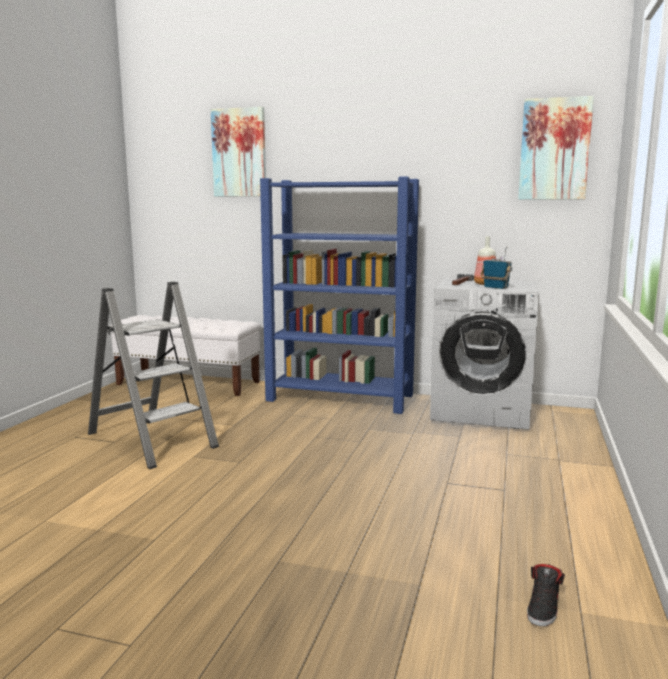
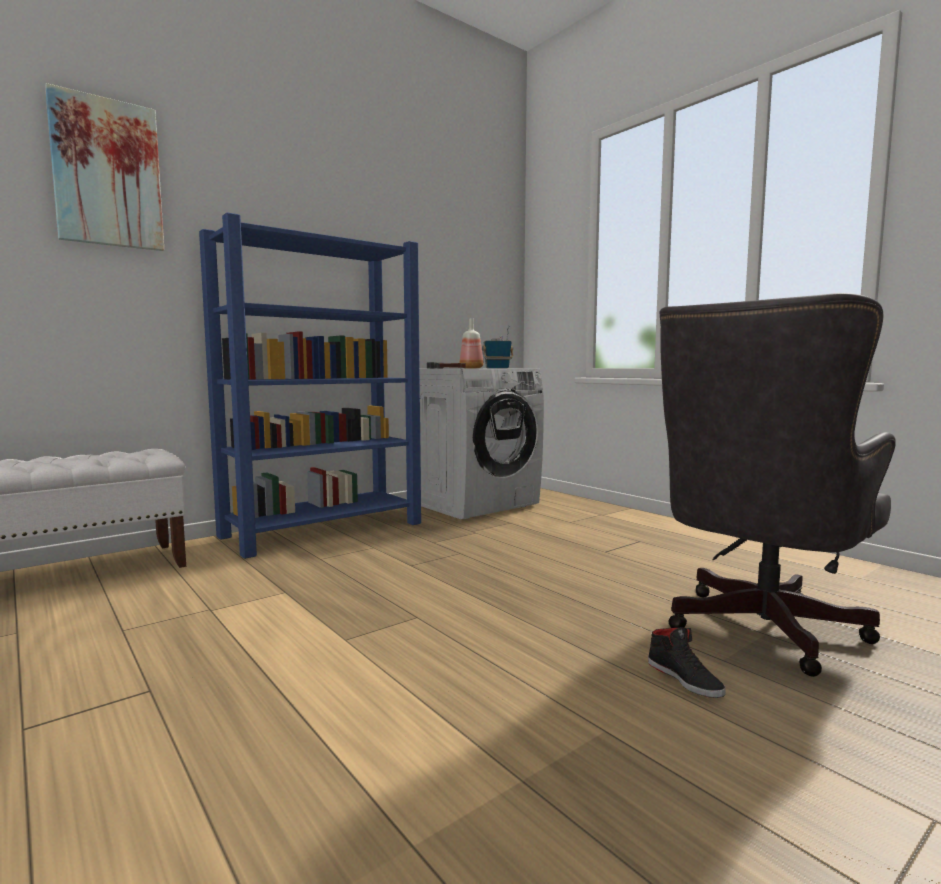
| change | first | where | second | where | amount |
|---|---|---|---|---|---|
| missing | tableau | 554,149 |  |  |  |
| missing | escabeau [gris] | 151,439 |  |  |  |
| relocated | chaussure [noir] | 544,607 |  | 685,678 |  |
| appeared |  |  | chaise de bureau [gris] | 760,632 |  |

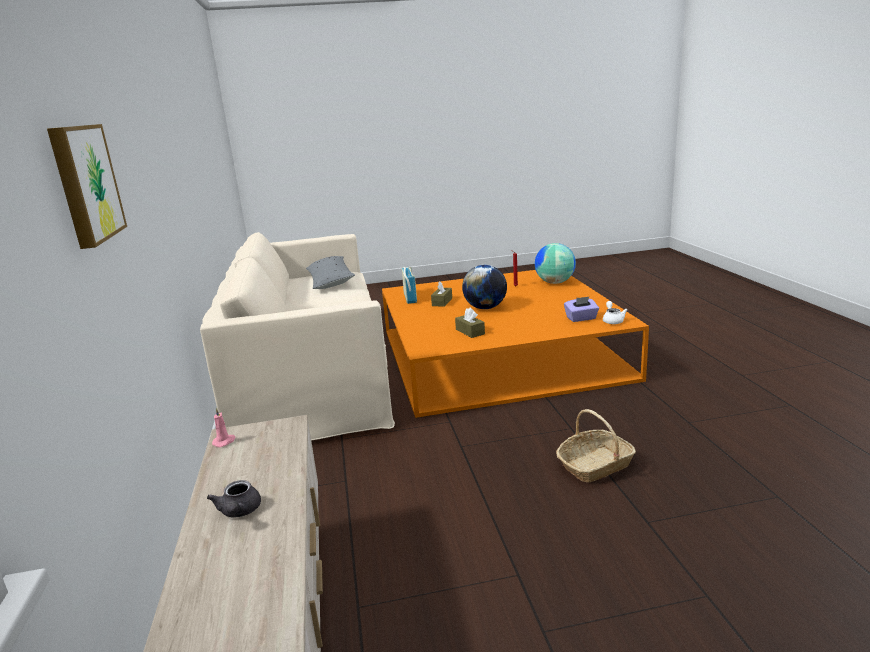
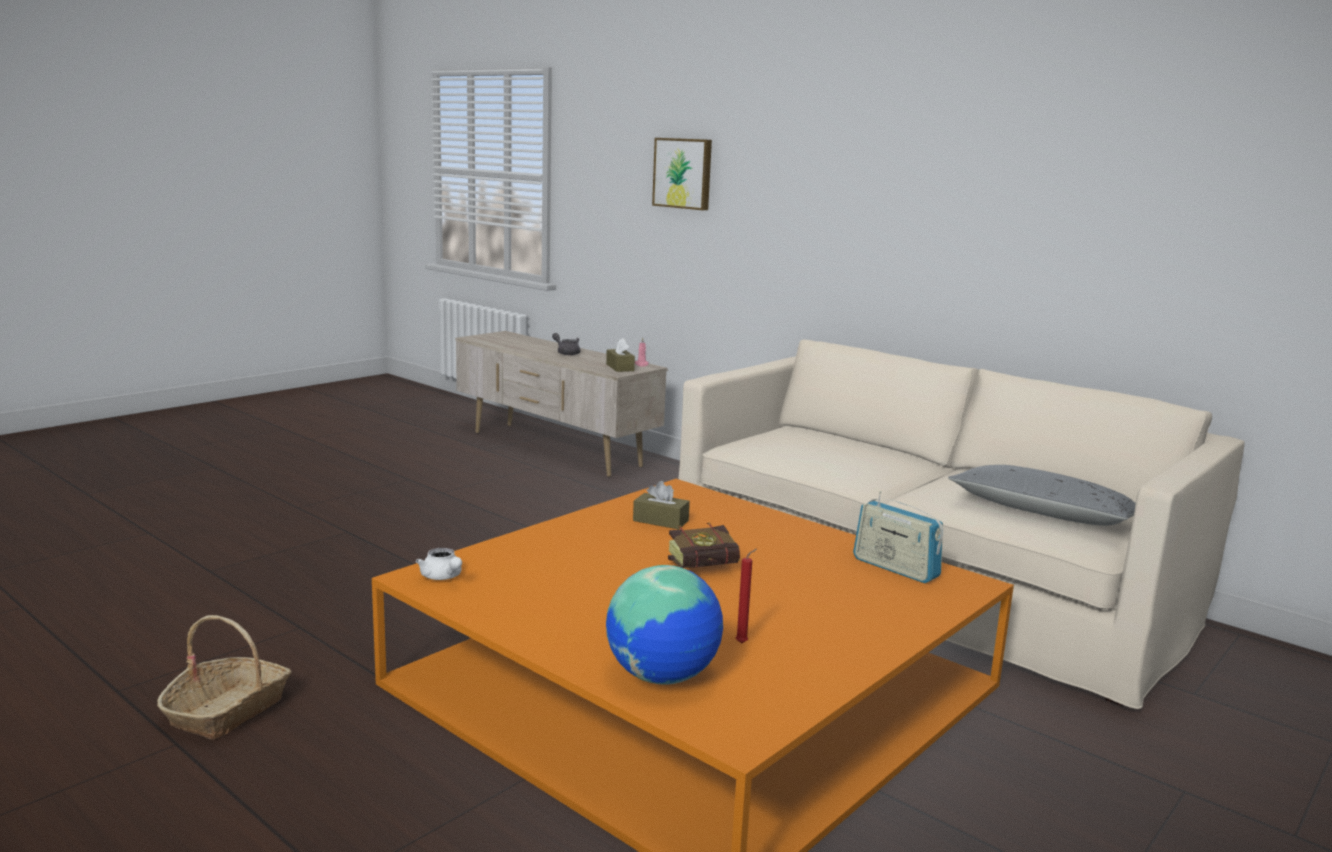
| change | first | where | second | where | amount |
|---|---|---|---|---|---|
| exchanged | globe | 485,308 | livre | 709,568 |  |
| relocated | boîte à mouchoirs [marron] | 442,302 |  | 620,367 |  |
| missing | boîte à mouchoirs [violet] | 581,318 |  |  |  |
| relocated | panier | 595,465 |  | 228,710 |  |

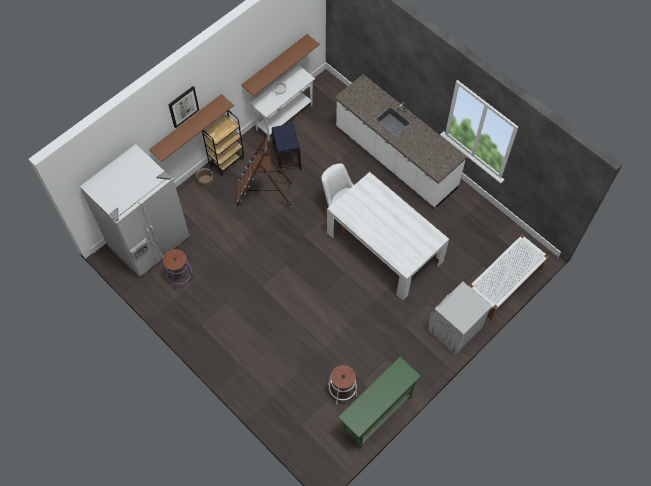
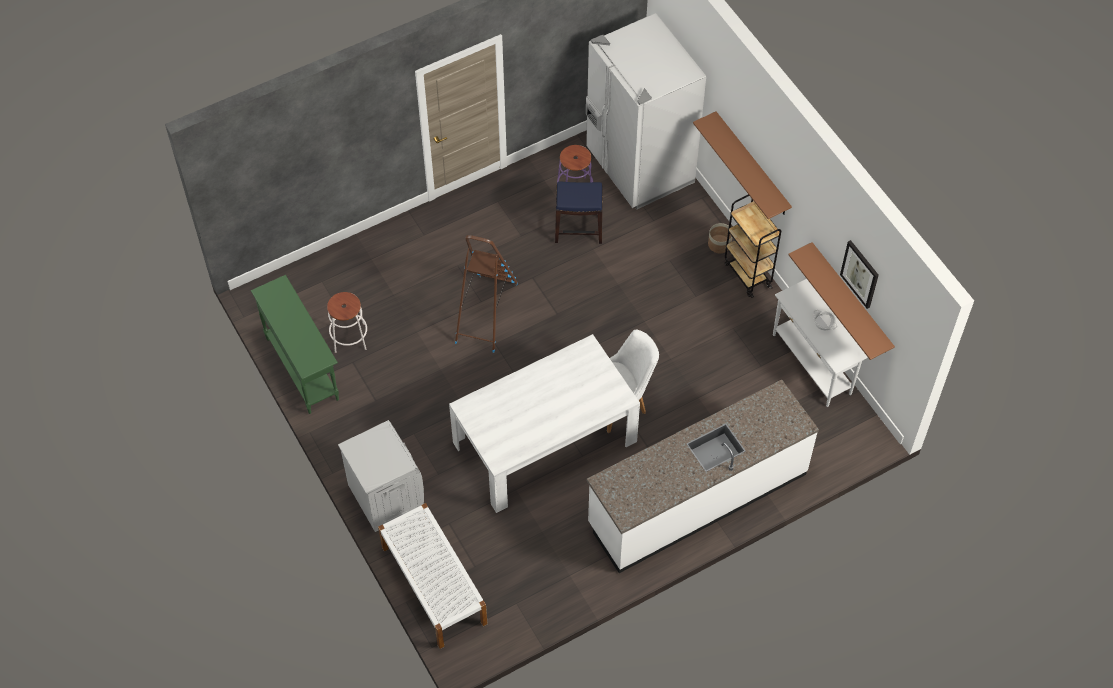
| change | first | where | second | where | amount |
|---|---|---|---|---|---|
| relocated | tableau | 183,106 |  | 860,274 |  |
| relocated | tabouret | 287,158 |  | 578,229 |  |
| relocated | escabeau [marron] | 264,195 |  | 486,312 |  |

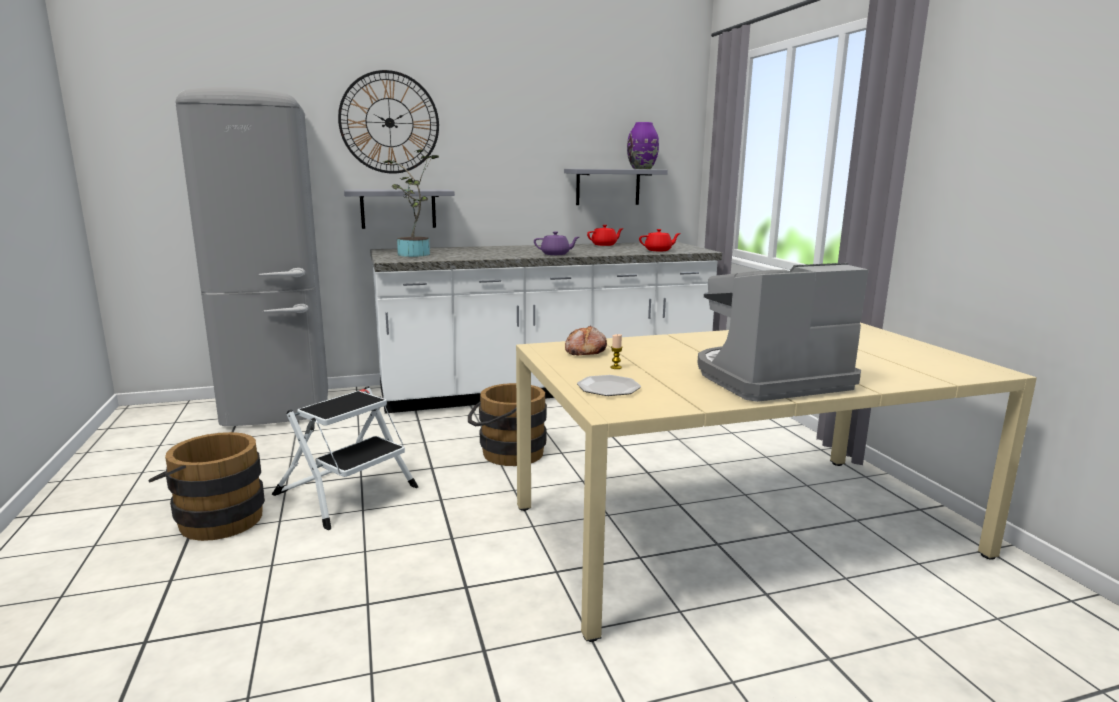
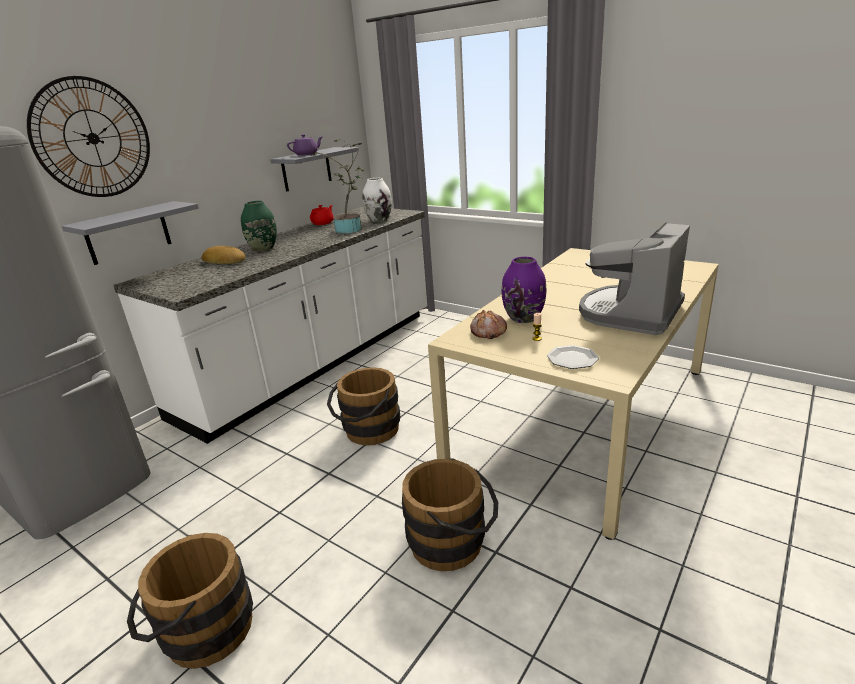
| change | first | where | second | where | amount |
|---|---|---|---|---|---|
| relocated | vase [violet] | 642,169 |  | 524,318 |  |
| relocated | plante en pot | 413,255 |  | 350,230 |  |
| exchanged | théière [rouge] | 658,250 | vase [blanc] | 379,220 |  |
| relocated | théière [violet] | 556,254 |  | 307,154 |  |
| missing | escabeau | 345,492 |  |  |  |
| appeared |  |  | vase [vert] | 263,248 |  |
| appeared |  |  | pain | 225,260 |  |
| appeared |  |  | seau [marron] | 454,542 |  |

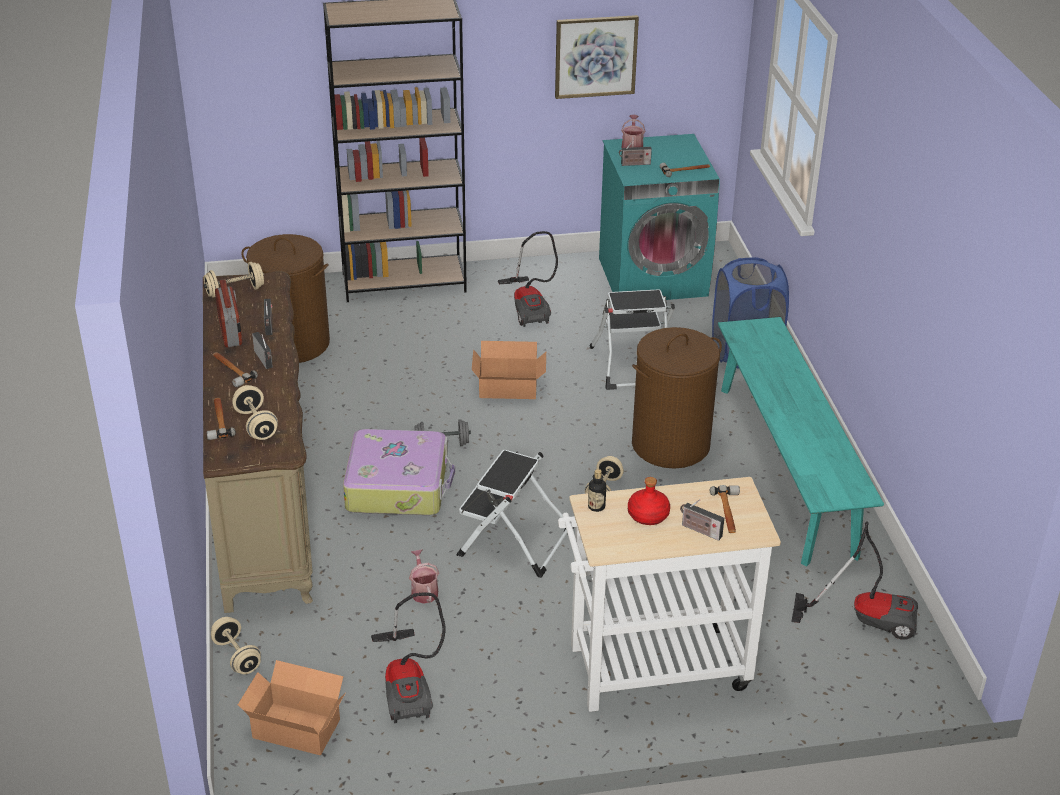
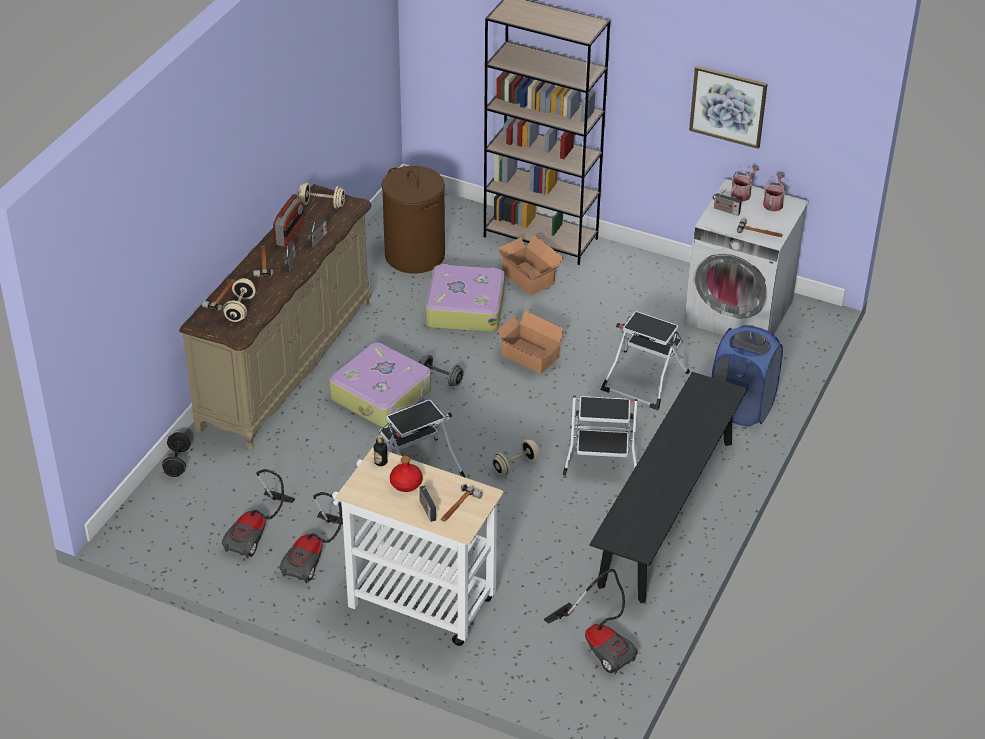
| change | first | where | second | where | amount |
|---|---|---|---|---|---|
| colour | lave-linge [turquoise] | 653,276 | lave-linge [blanc] | 741,312 |  |
| relocated | aspirateur | 530,307 |  | 314,556 |  |
| colour | banc [turquoise] | 785,468 | banc [noir] | 667,512 |  |
| exchanged | panier à linge [marron] | 670,444 | escabeau | 601,453 |  |
| relocated | arrosoir | 423,590 |  | 773,203 |  |
| colour | haltère [beige] | 237,656 | haltère [noir] | 177,462 |  |
| relocated | carton | 296,726 |  | 529,277 |  |
| appeared |  |  | valise | 465,308 |  |

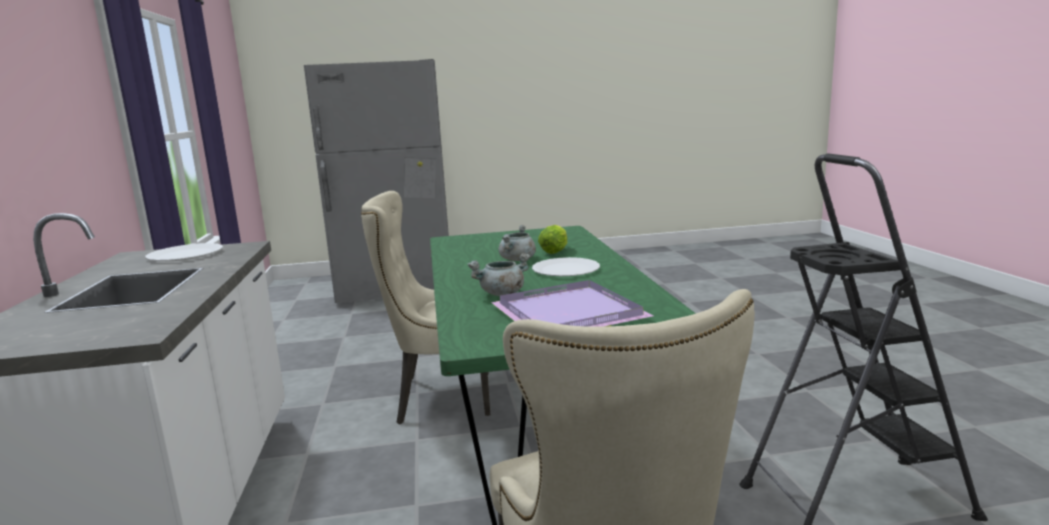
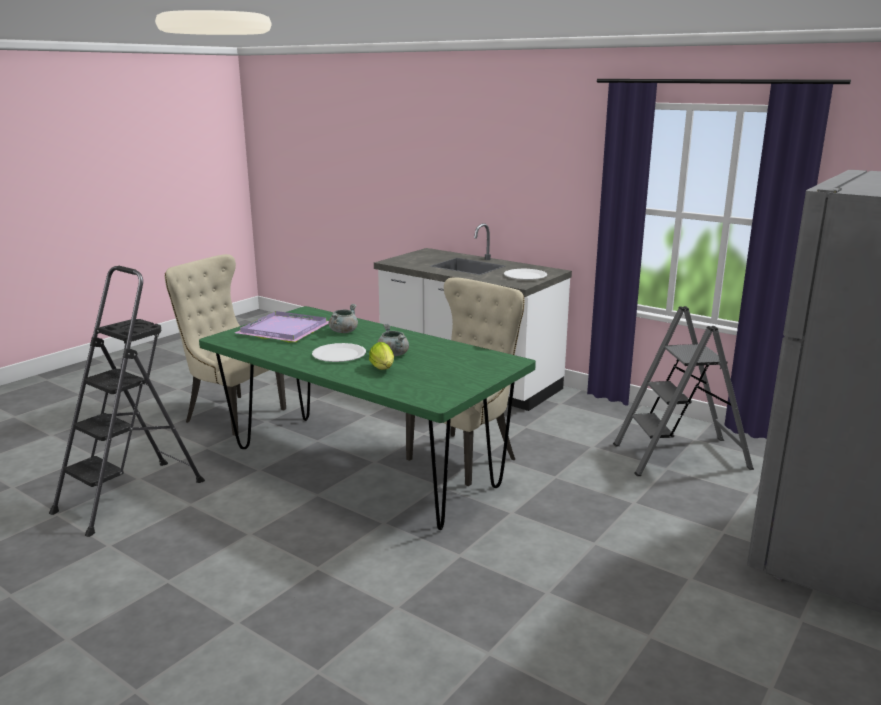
| change | first | where | second | where | amount |
|---|---|---|---|---|---|
| appeared |  |  | escabeau [gris] | 683,456 |  |

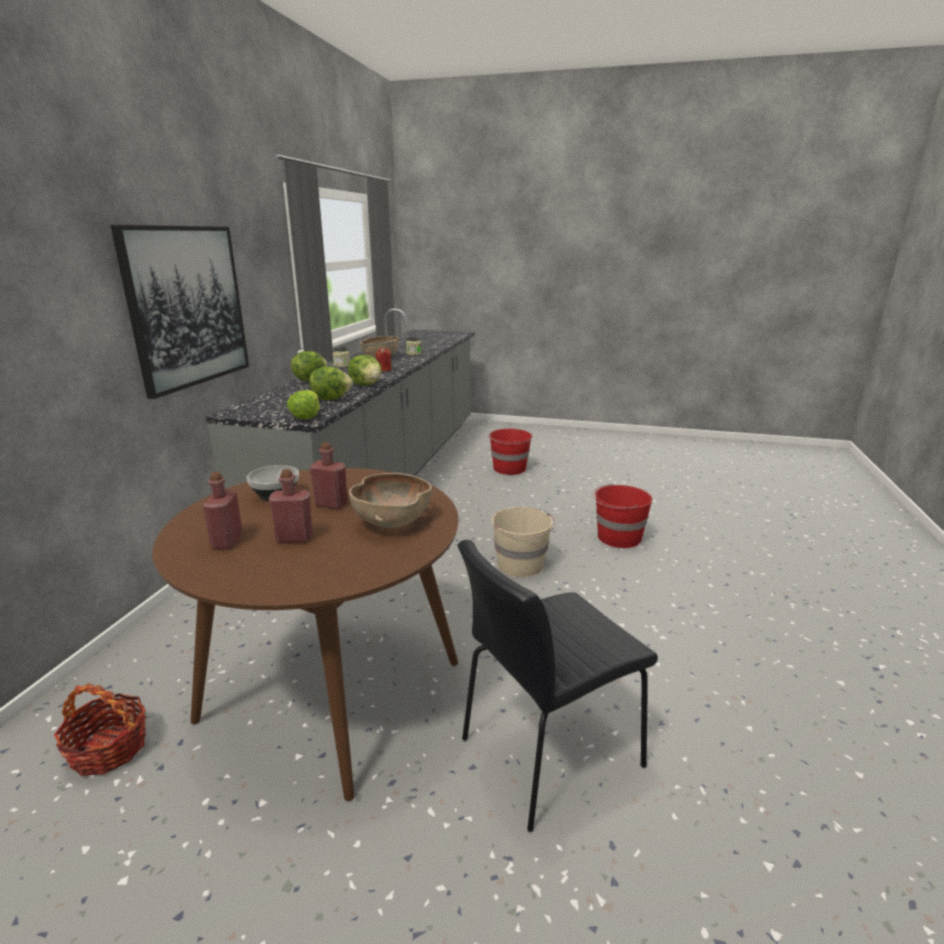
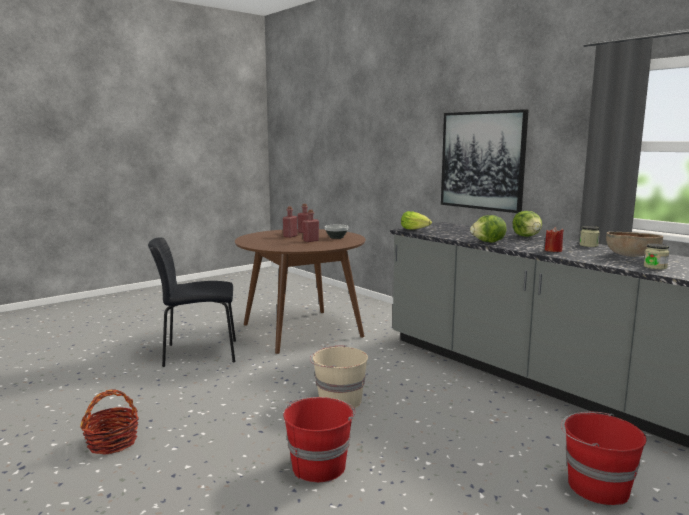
| change | first | where | second | where | amount |
|---|---|---|---|---|---|
| missing | laitue | 330,398 |  |  |  |
| missing | bol [marron] | 392,521 |  |  |  |
| spun | chaise [noir] | 546,755 |  | 197,353 | 105 degrees counterclockwise |
| relocated | panier | 109,749 |  | 112,442 |  |

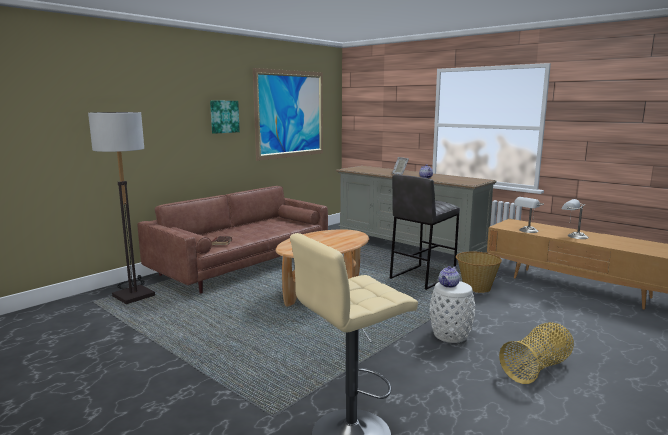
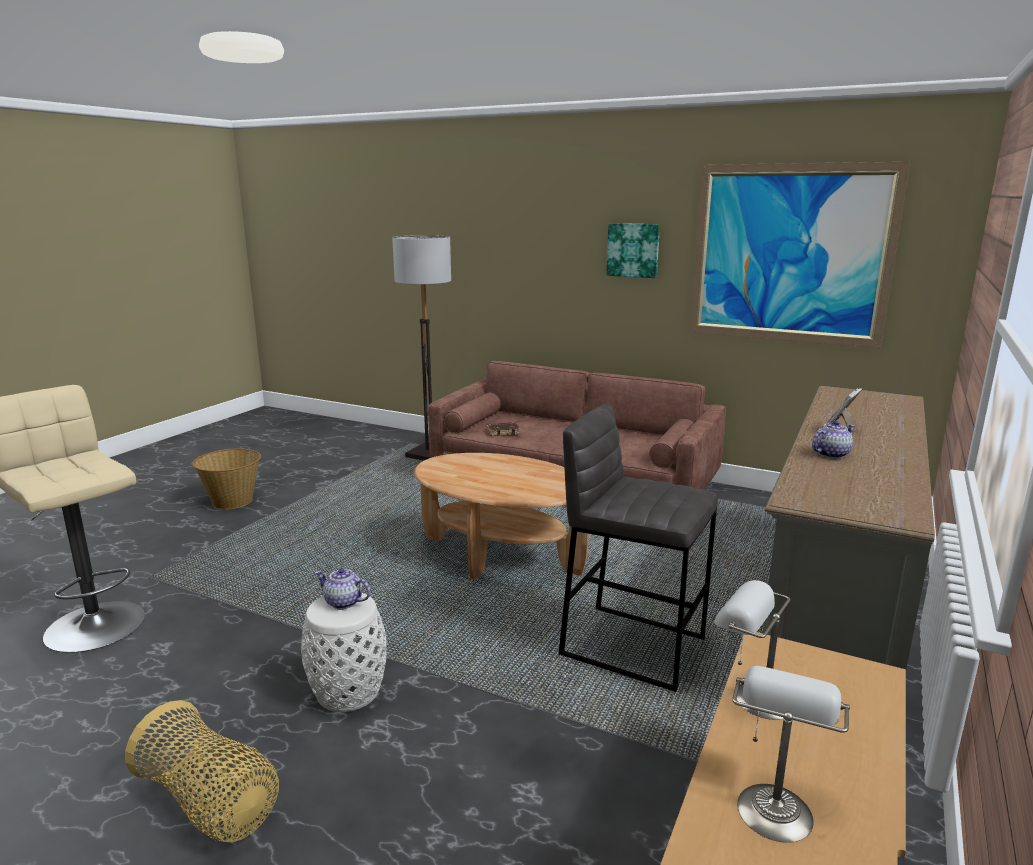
| change | first | where | second | where | amount |
|---|---|---|---|---|---|
| relocated | panier | 476,287 |  | 232,501 |  |

